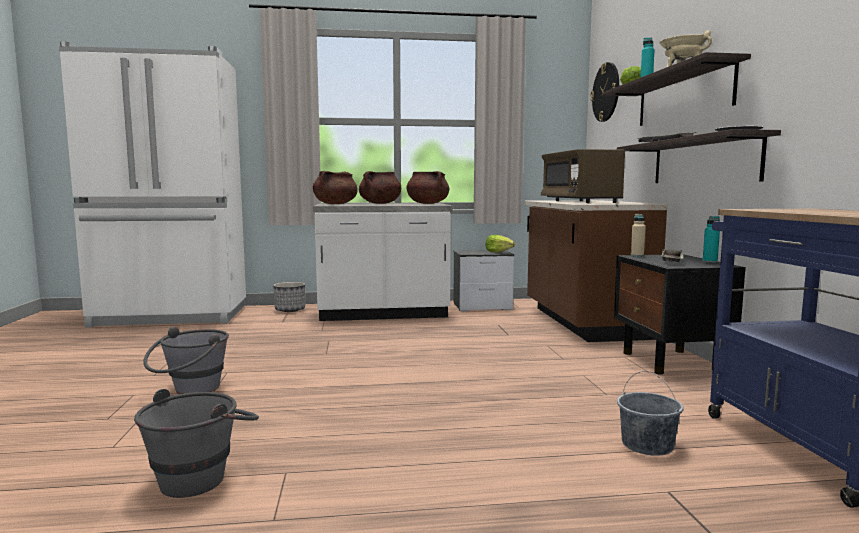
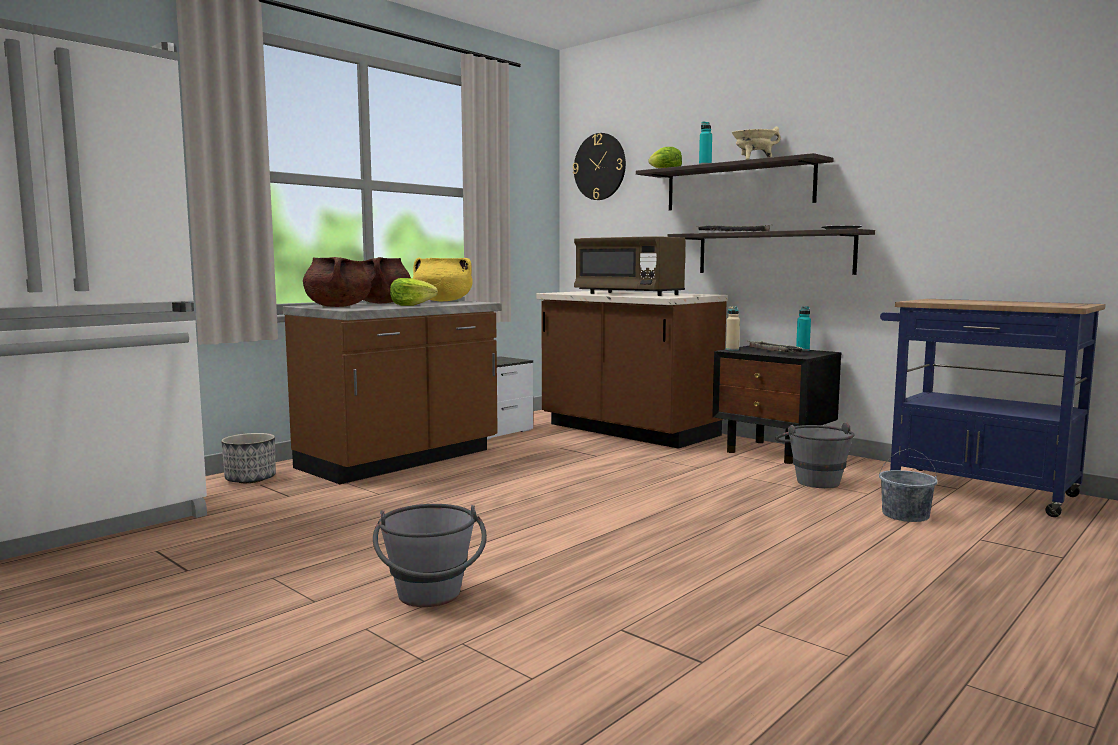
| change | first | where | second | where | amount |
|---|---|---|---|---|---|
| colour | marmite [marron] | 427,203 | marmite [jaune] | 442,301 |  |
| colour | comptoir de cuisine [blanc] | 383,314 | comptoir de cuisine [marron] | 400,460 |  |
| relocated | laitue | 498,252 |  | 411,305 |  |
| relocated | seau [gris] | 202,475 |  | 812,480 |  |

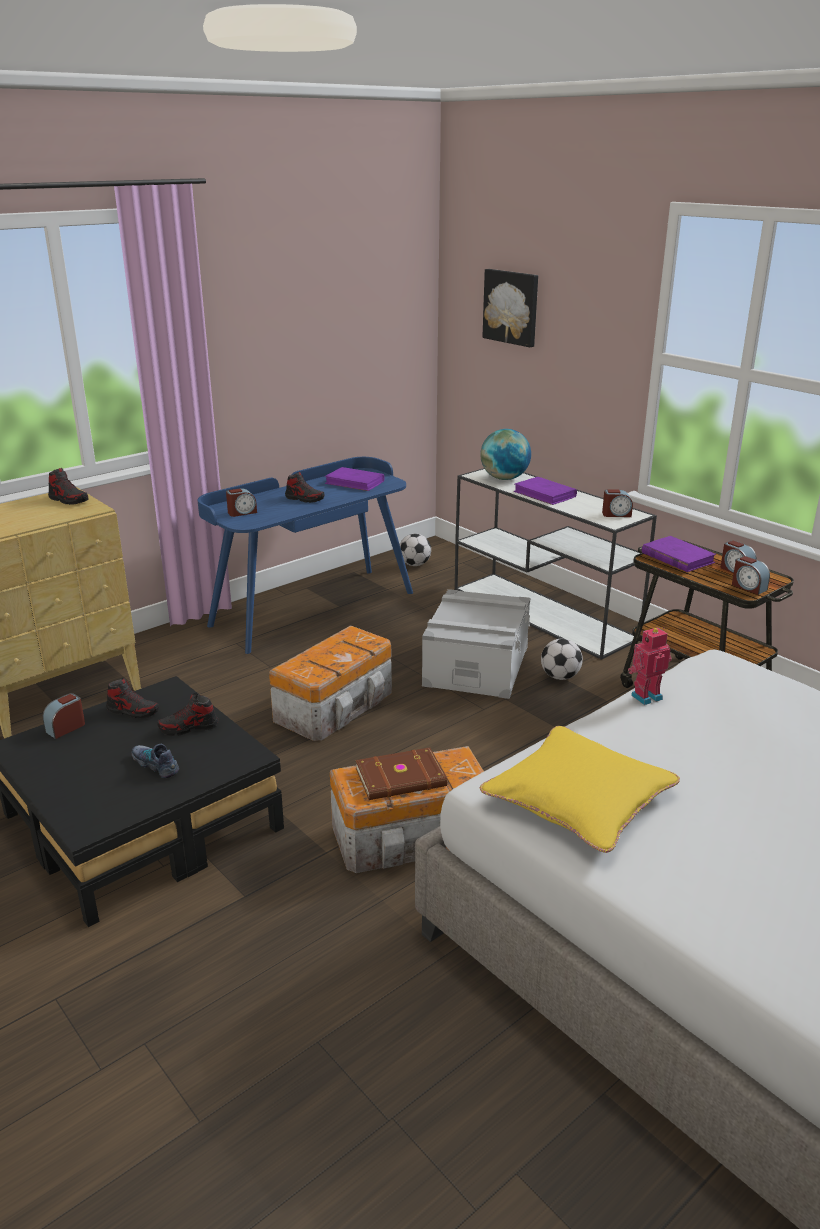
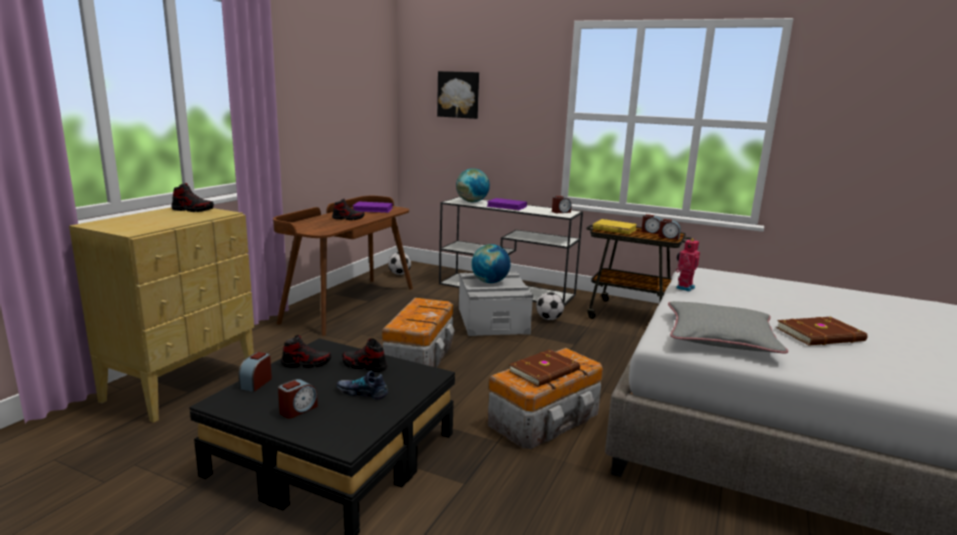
| change | first | where | second | where | amount |
|---|---|---|---|---|---|
| colour | bureau [bleu] | 312,608 | bureau [marron] | 349,304 |  |
| relocated | réveil | 242,512 |  | 298,409 |  |
| colour | livre [violet] | 677,557 | livre [jaune] | 614,229 |  |
| spun | chaussure | 188,728 |  | 364,366 | 60 degrees clockwise |
| colour | coussin [jaune] | 579,798 | coussin [gris] | 720,337 |  |
| appeared |  |  | globe | 490,282 |  |
| appeared |  |  | livre [marron] | 821,335 |  |

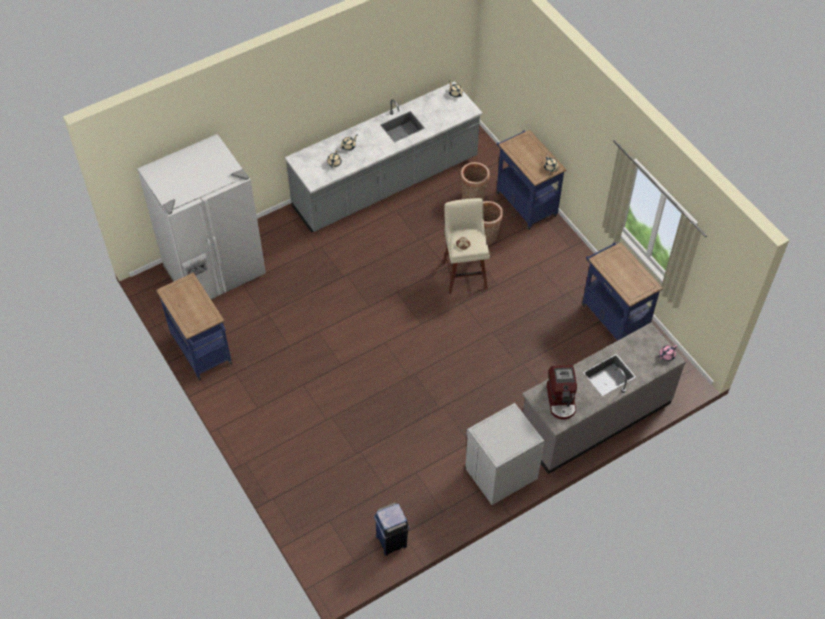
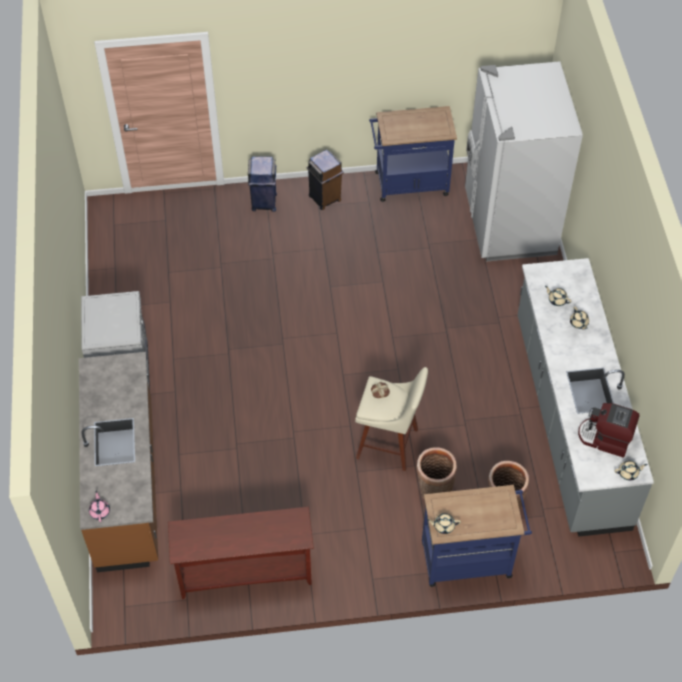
| change | first | where | second | where | amount |
|---|---|---|---|---|---|
| exchanged | chariot [bleu] | 612,317 | table console [marron] | 244,573 |  |
| colour | comptoir de cuisine [gris] | 594,418 | comptoir de cuisine [marron] | 127,485 |  |
| relocated | machine à café | 561,400 |  | 604,439 |  |
| relocated | poubelle [bleu] | 392,541 |  | 264,202 |  |
| appeared |  |  | poubelle [marron] | 325,198 |  |

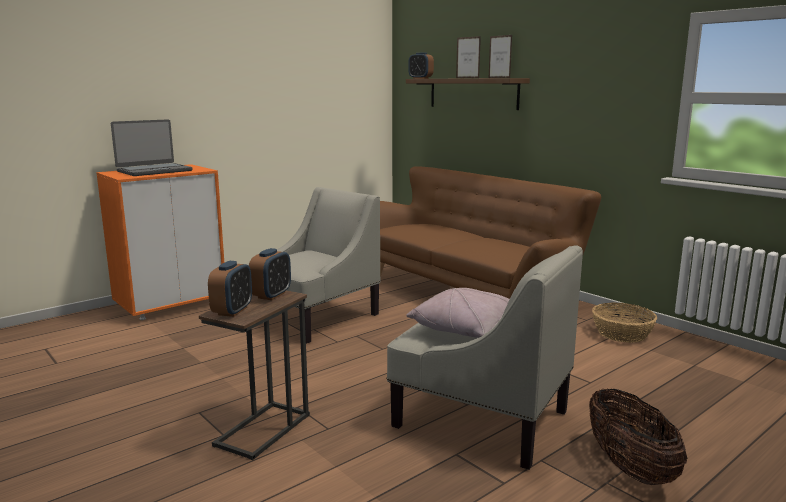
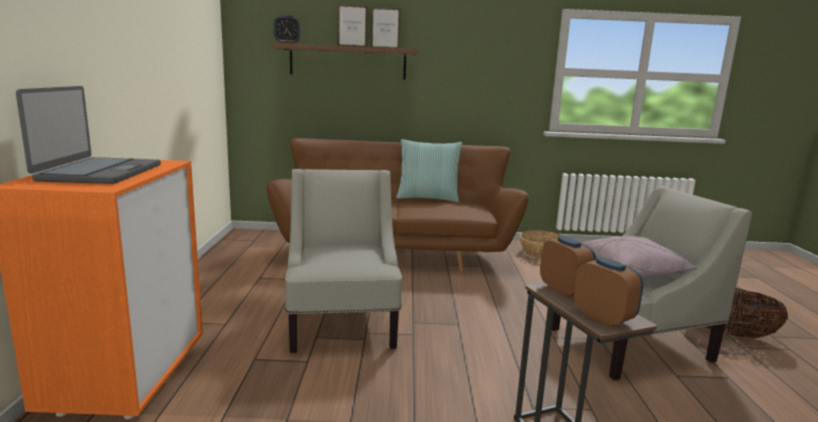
| change | first | where | second | where | amount |
|---|---|---|---|---|---|
| appeared |  |  | coussin | 427,198 |  |

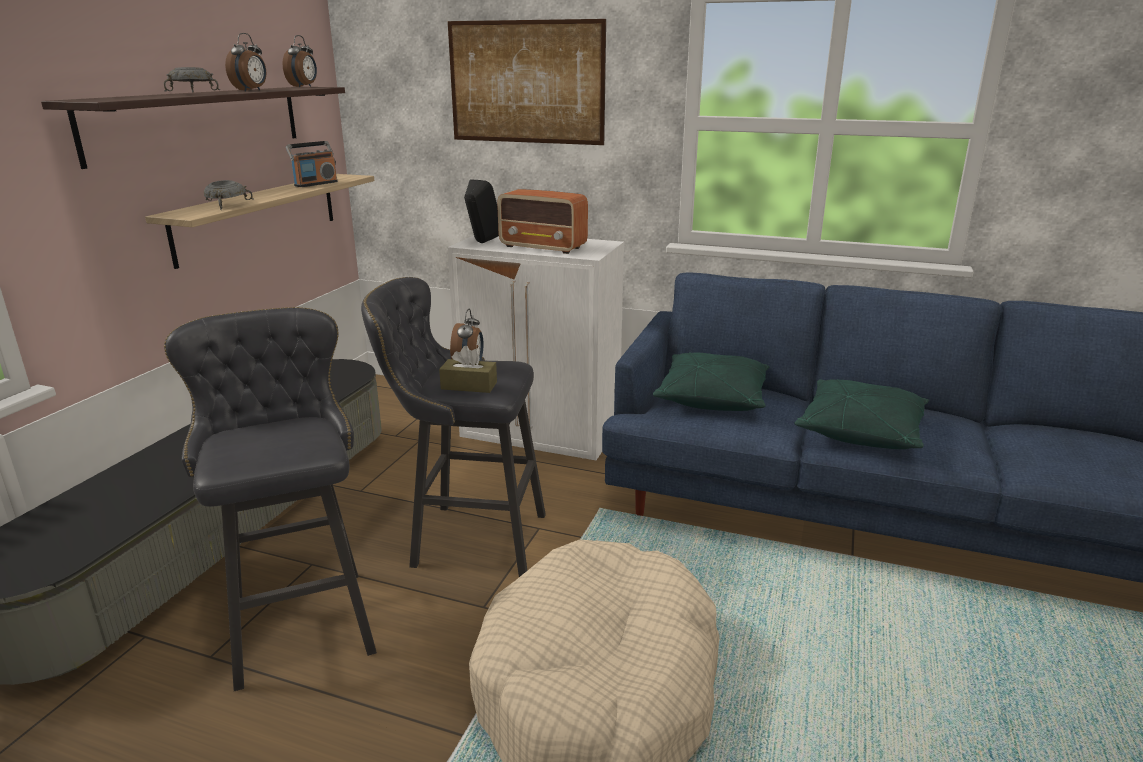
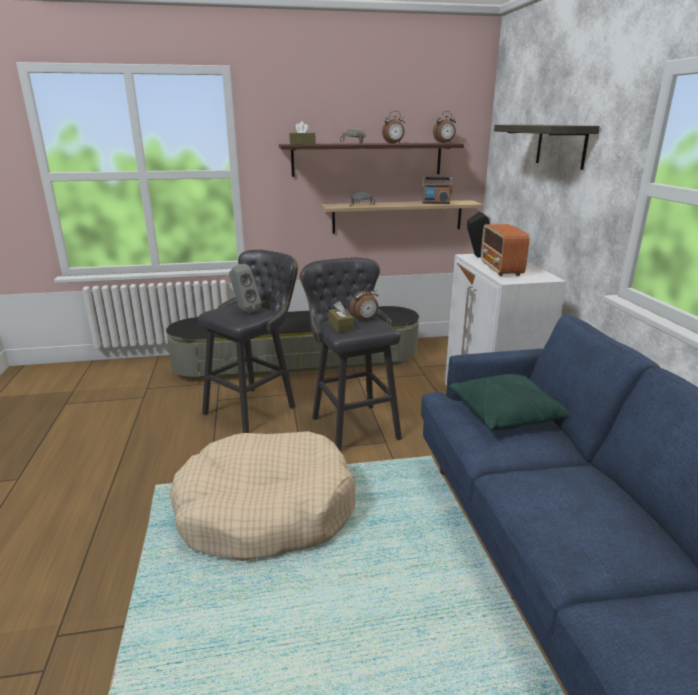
| change | first | where | second | where | amount |
|---|---|---|---|---|---|
| exchanged | tableau | 526,82 | étagère | 561,145 |  |
| missing | coussin [vert] | 860,431 |  |  |  |
| appeared |  |  | boîte à mouchoirs [marron] | 302,144 |  |
| appeared |  |  | enceinte [gris] | 244,311 |  |

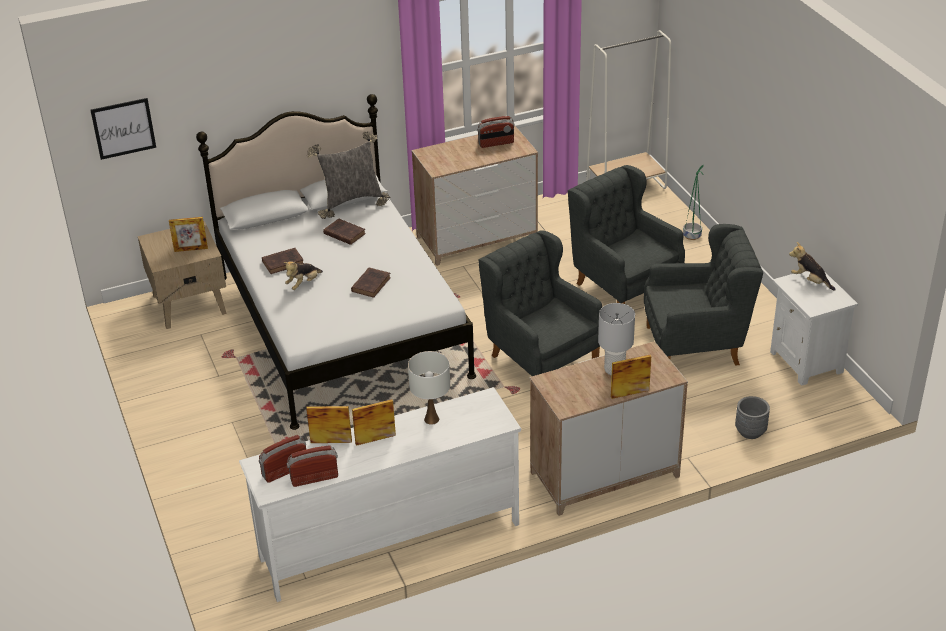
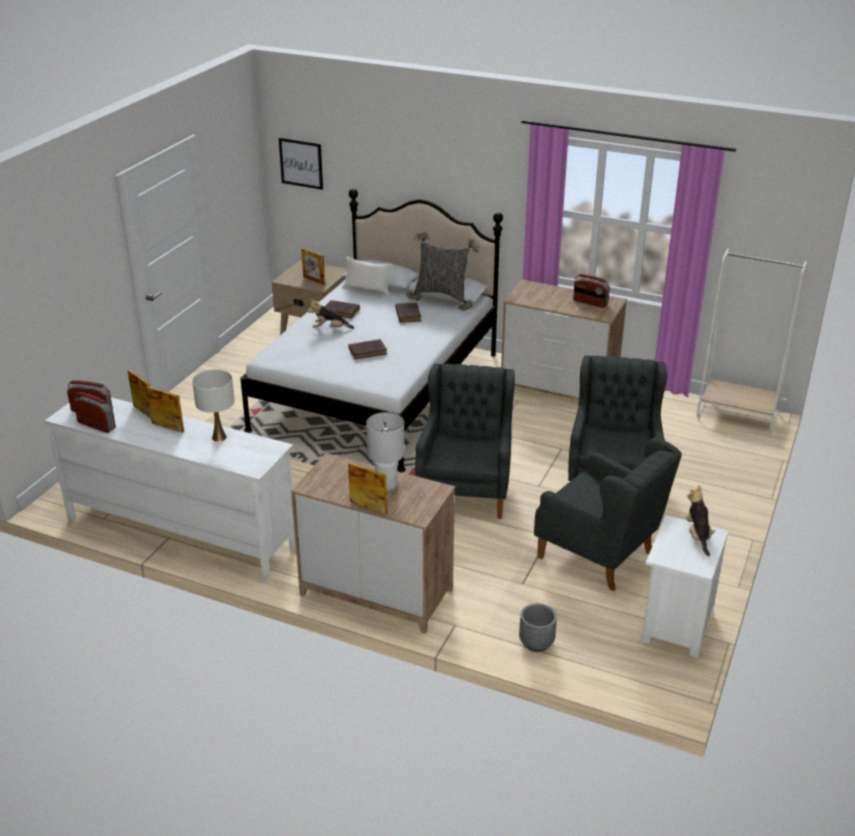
| change | first | where | second | where | amount |
|---|---|---|---|---|---|
| missing | cache-pot [vert] | 692,235 |  |  |  |
| appeared |  |  | coussin [blanc] | 367,290 |  |

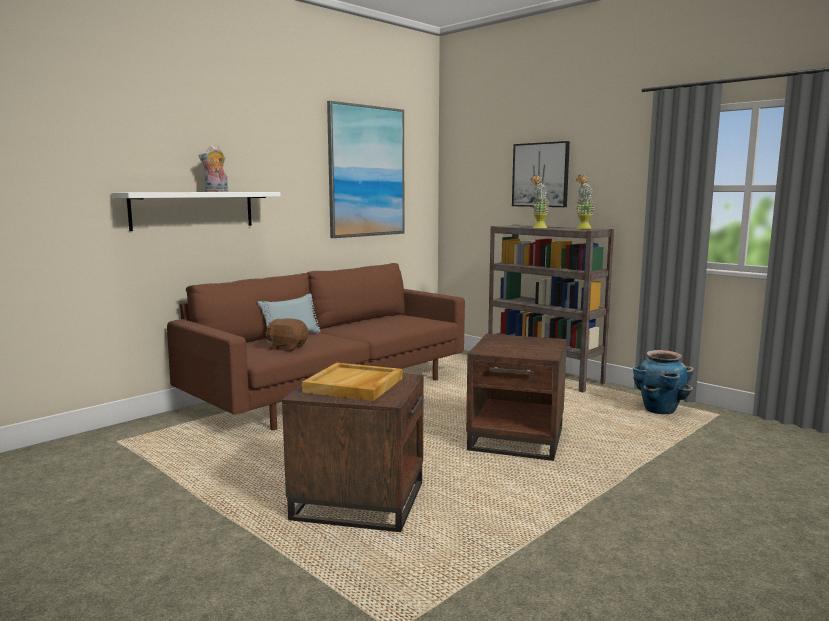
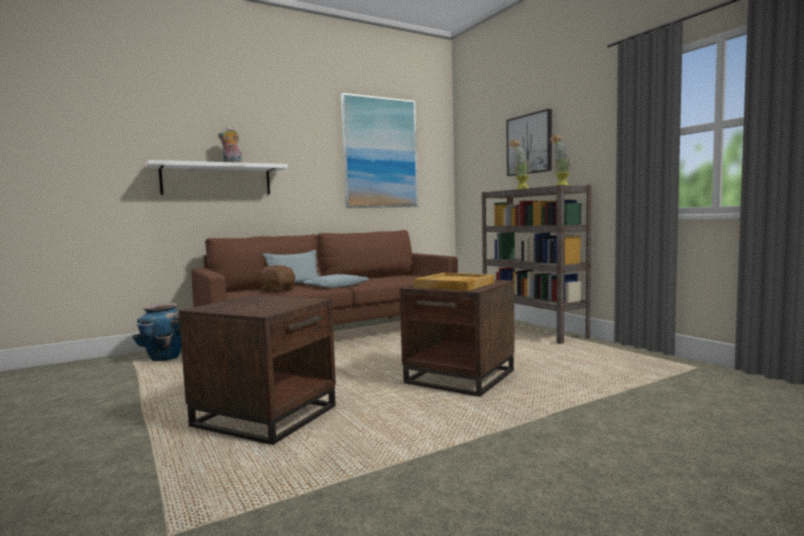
| change | first | where | second | where | amount |
|---|---|---|---|---|---|
| relocated | cache-pot | 660,410 |  | 164,358 |  |
| relocated | plateau [beige] | 354,385 |  | 454,285 |  |
| appeared |  |  | coussin [bleu] | 336,285 |  |

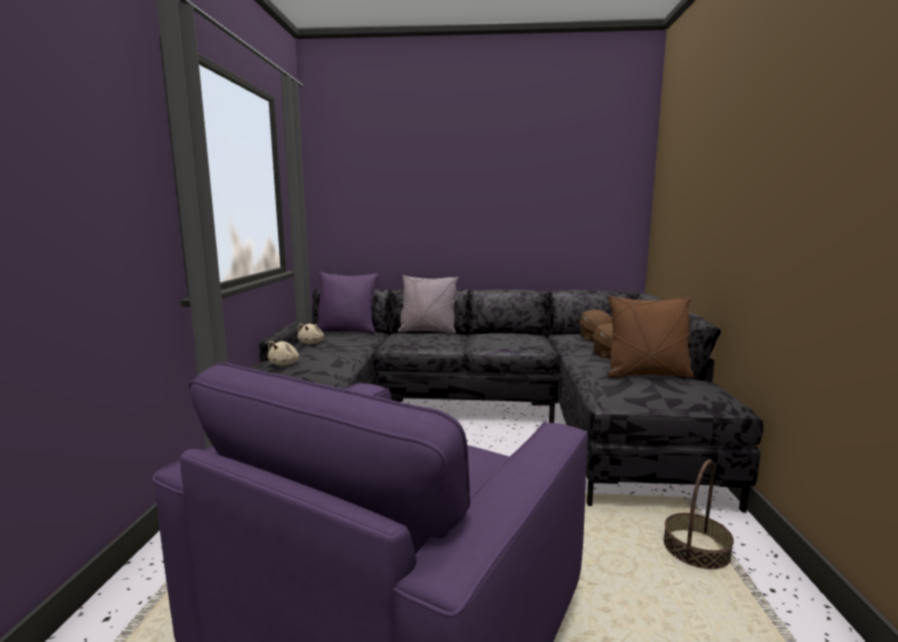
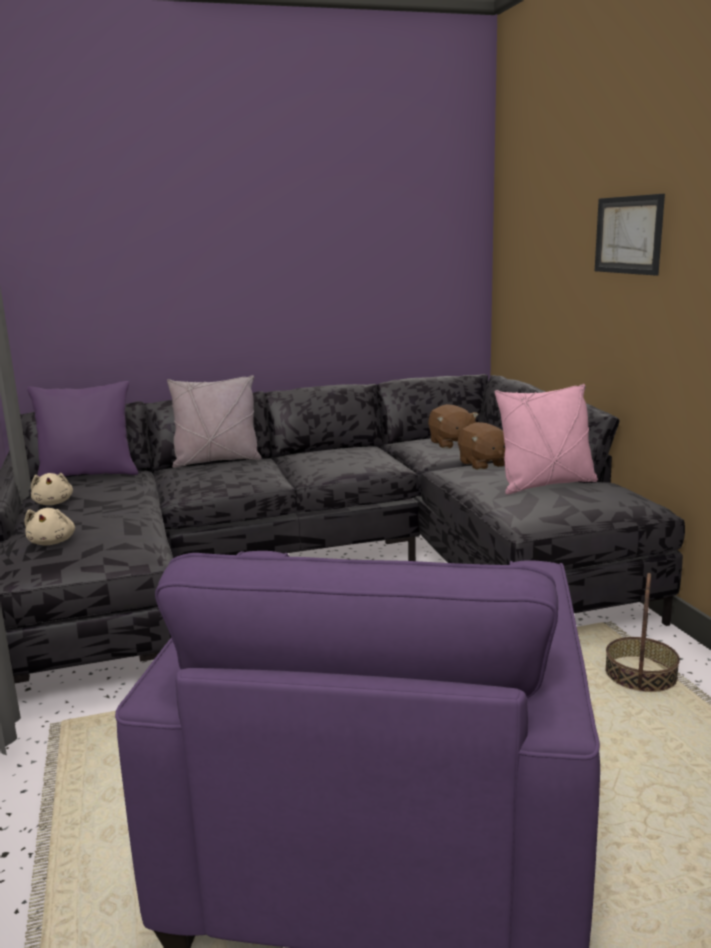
| change | first | where | second | where | amount |
|---|---|---|---|---|---|
| colour | coussin [marron] | 647,375 | coussin [rose] | 546,485 |  |
| appeared |  |  | tableau | 628,235 |  |

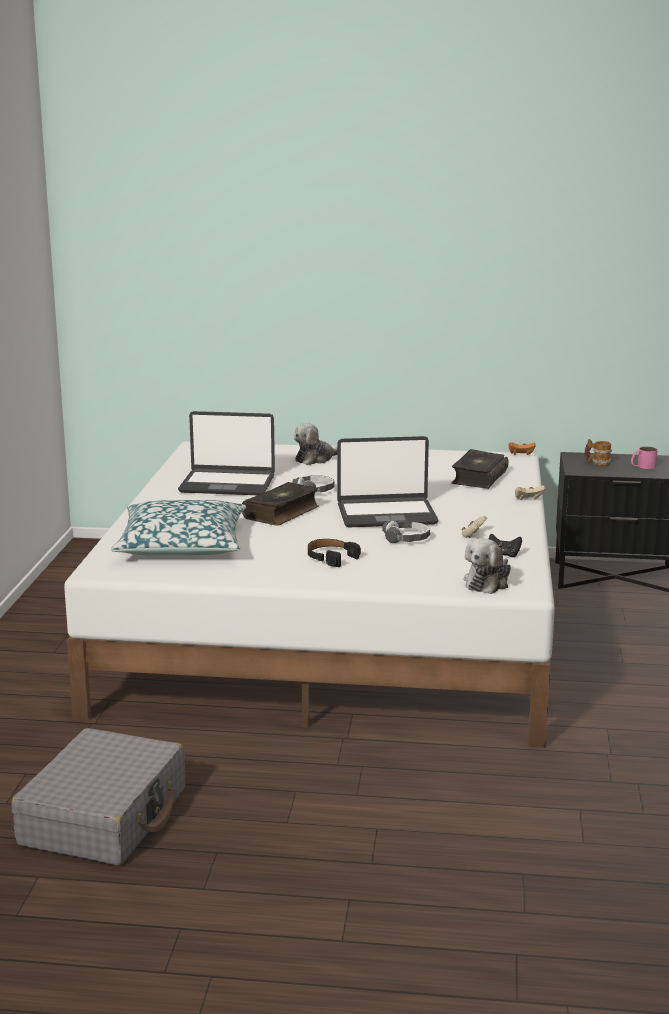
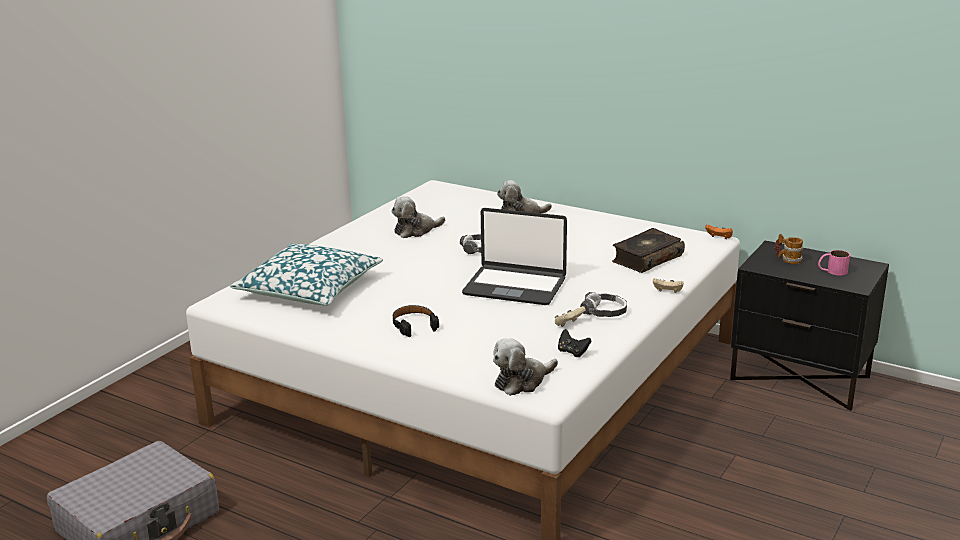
| change | first | where | second | where | amount |
|---|---|---|---|---|---|
| exchanged | ordinateur portable | 227,484 | peluche | 416,231 |  |
| missing | livre | 282,513 |  |  |  |
| relocated | casque audio | 406,539 |  | 604,312 |  |

